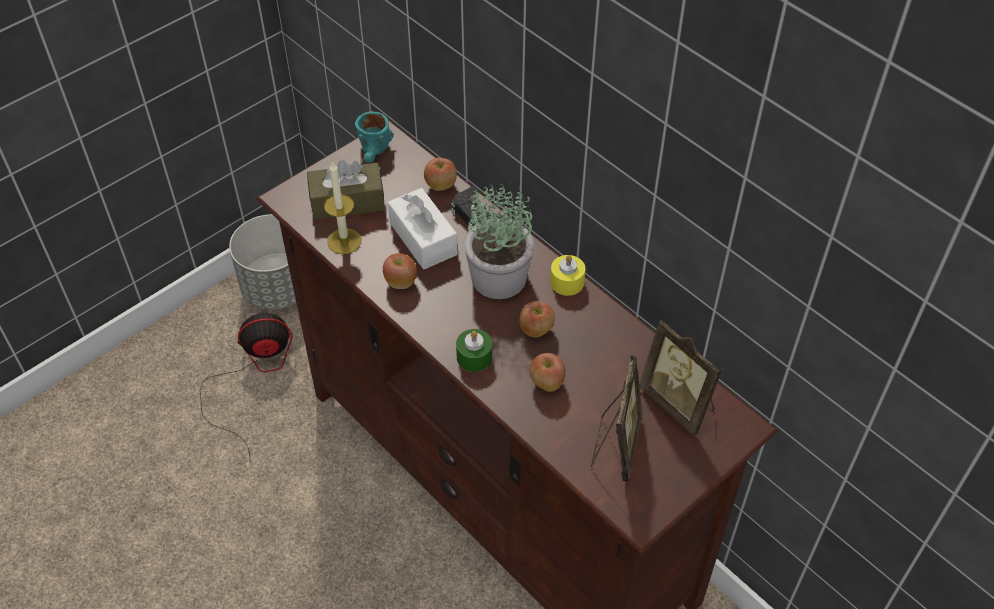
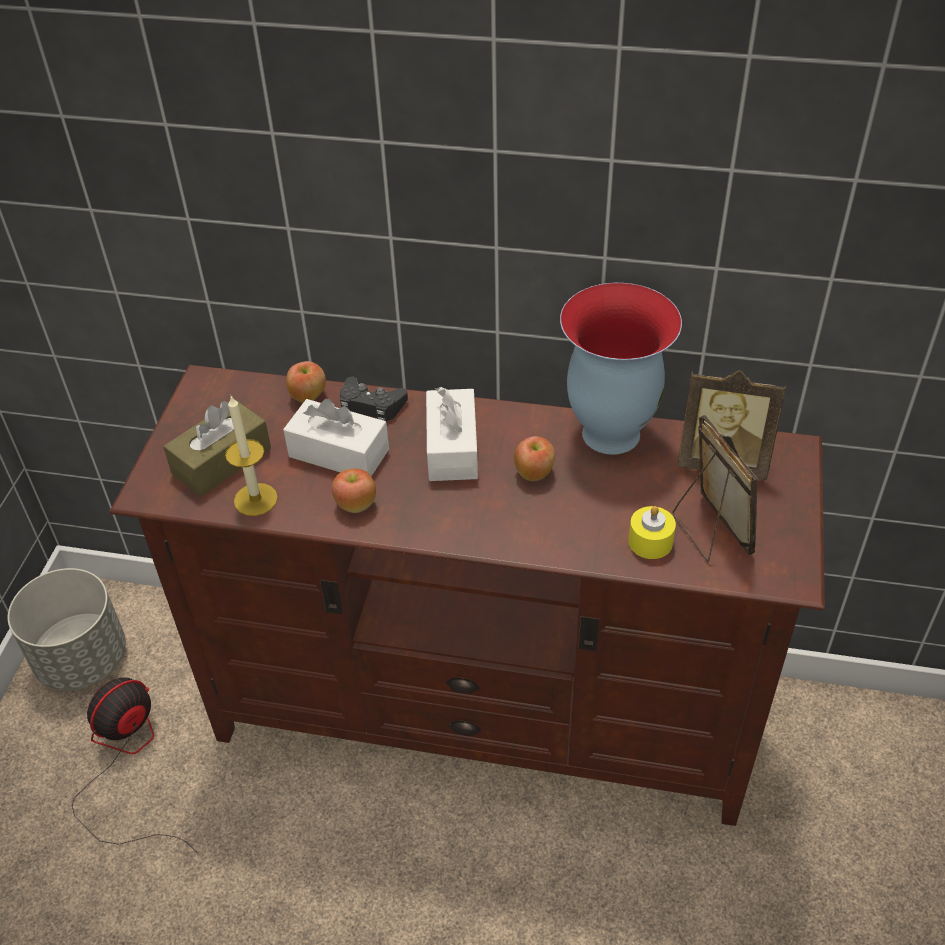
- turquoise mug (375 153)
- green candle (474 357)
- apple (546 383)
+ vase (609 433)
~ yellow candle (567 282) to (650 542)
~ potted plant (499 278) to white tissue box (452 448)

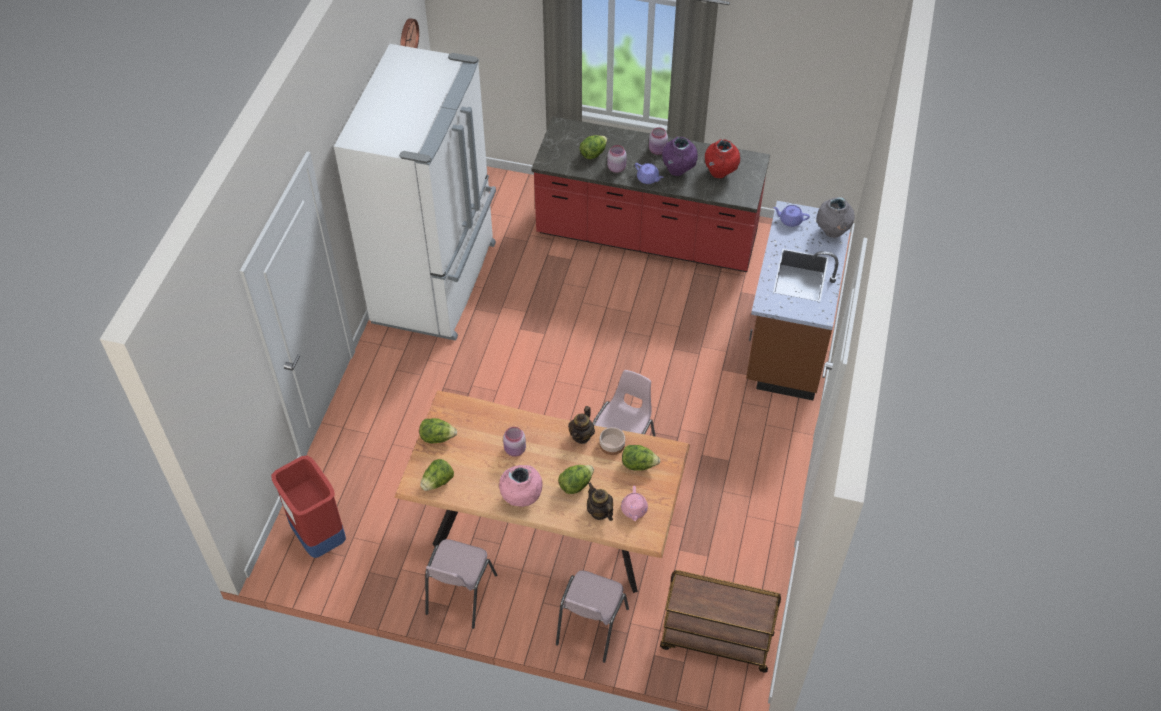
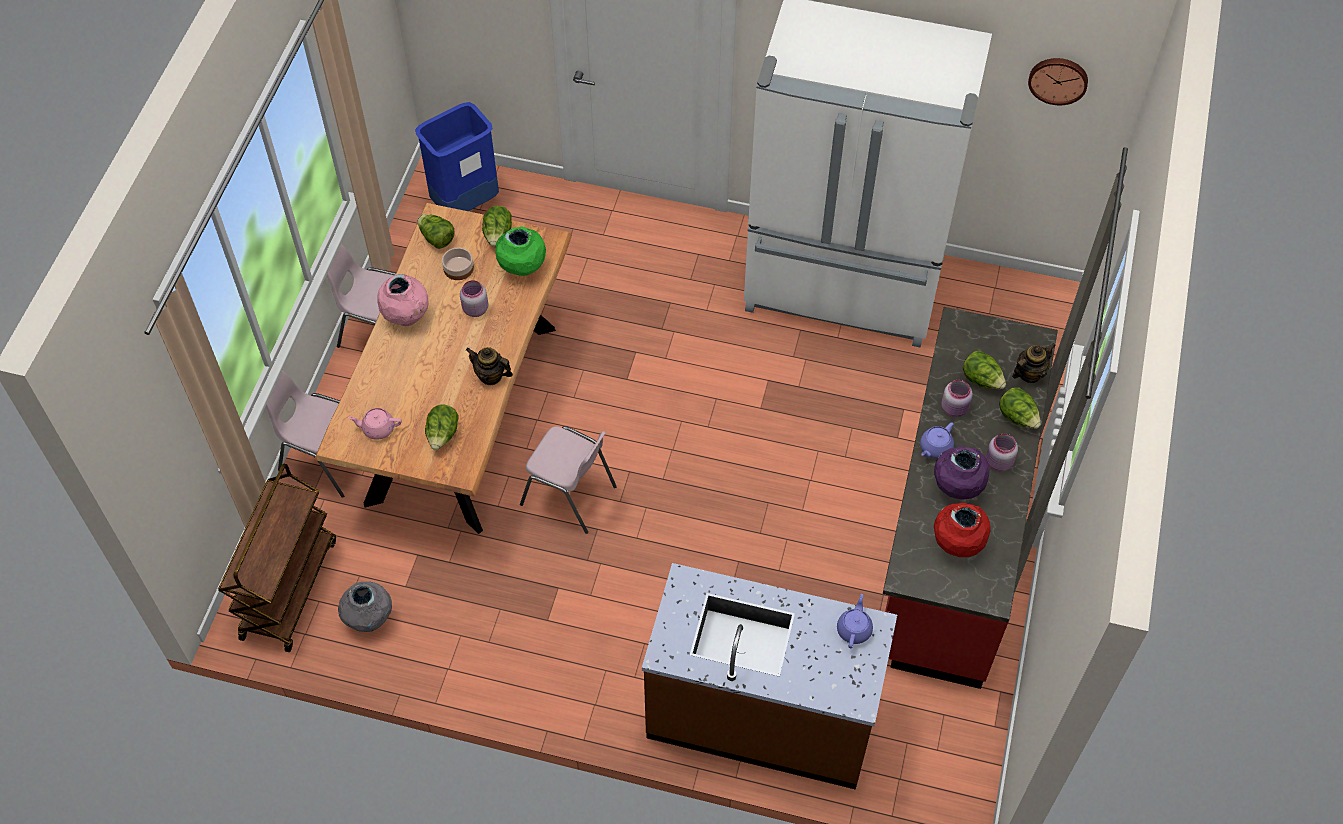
+ green vase (522 268)
~ lettuce (576 484) to (1017 417)
~ teapot (599 512) to (1029 373)
~ bowl (612 444) to (459 268)
~ grey vase (832 232) to (369 620)
~ red trash can (319 537) to blue trash can (465 203)

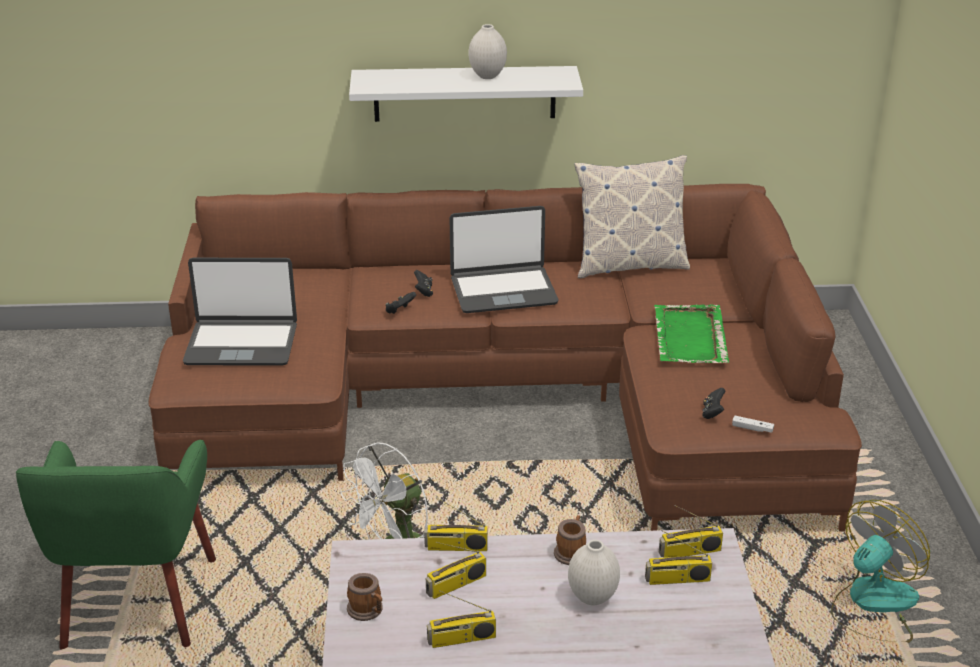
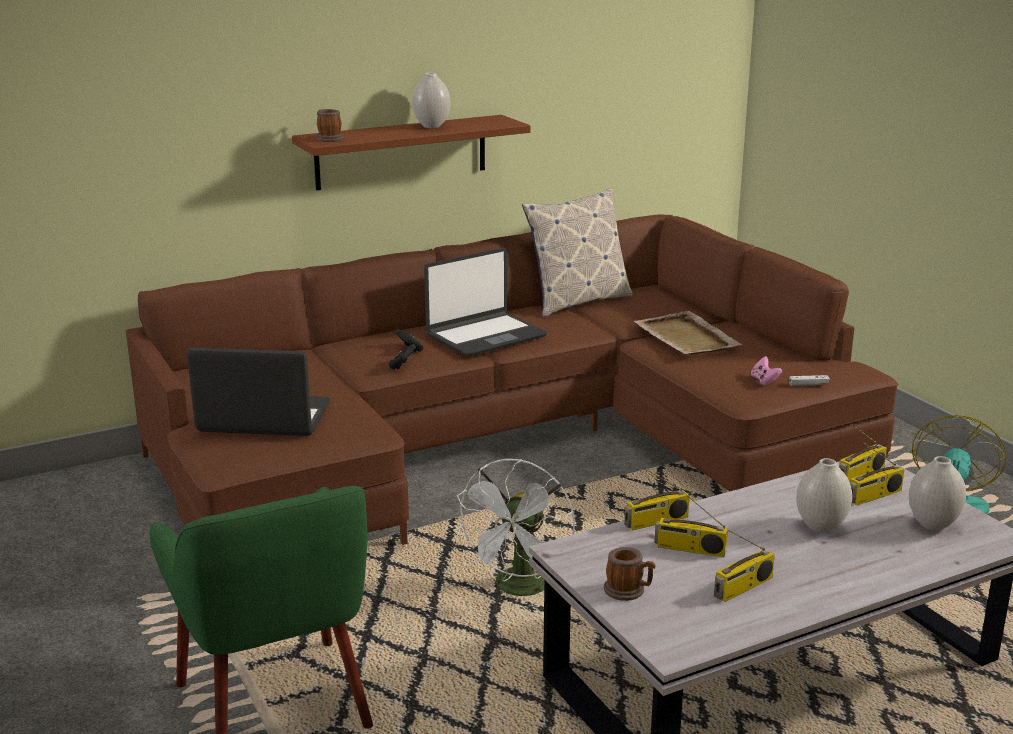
+ white vase (933 525)
~ mug (571 551) to (329 138)
~ white shelf (464 93) to brown shelf (401 152)
~ green tray (690 338) to beige tray (686 338)
~ black game controller (712 412) to pink game controller (764 381)
~ laptop (242 344) = (264 419) 150 degrees counterclockwise
~ radio (456 585) = (689 549) 75 degrees clockwise

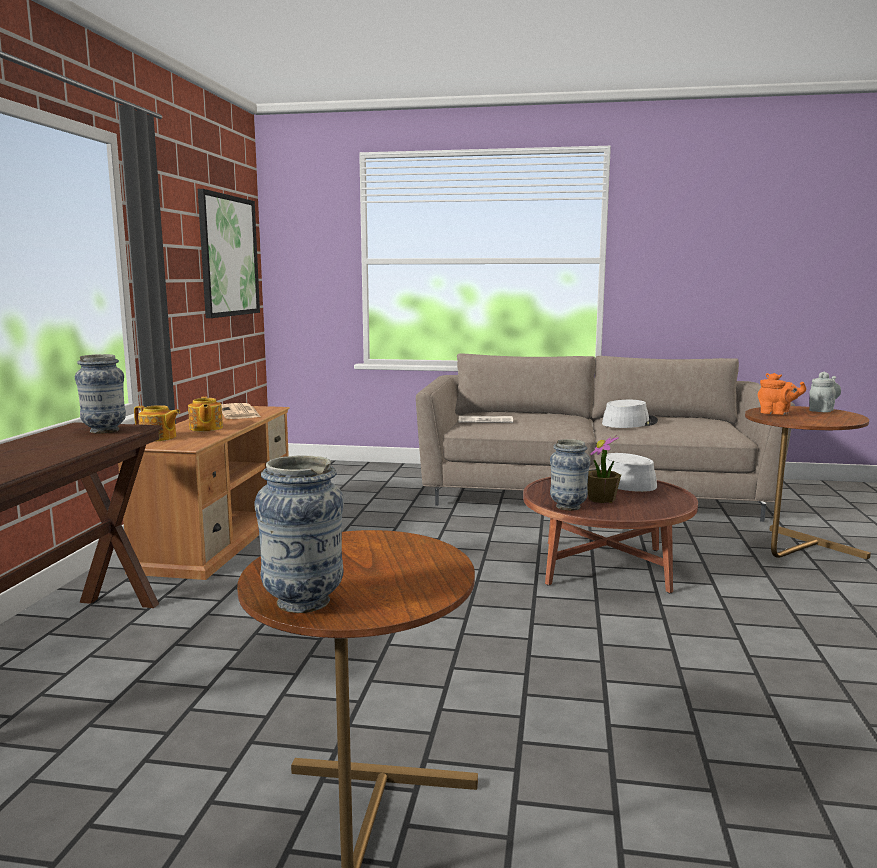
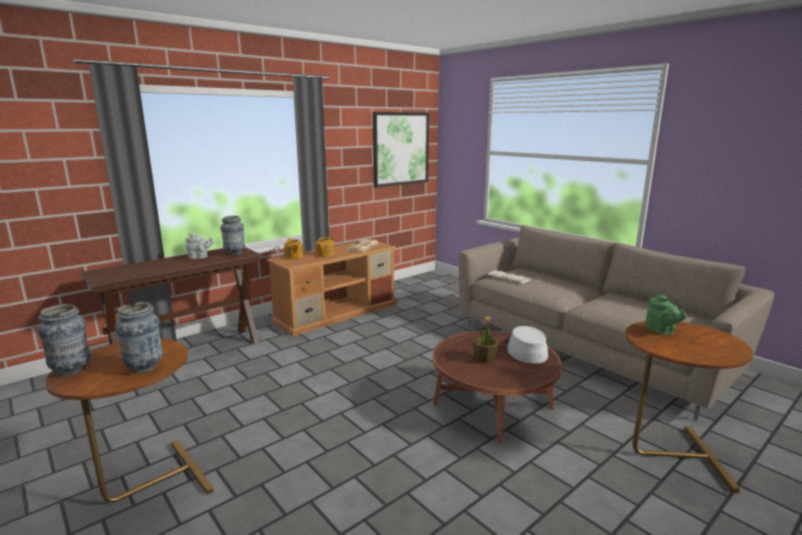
- grey hat (629 423)
~ vase (568 507) to (144 367)
~ grey teapot (822 410) to (200 257)
~ orange teapot (777 413) to green teapot (661 331)

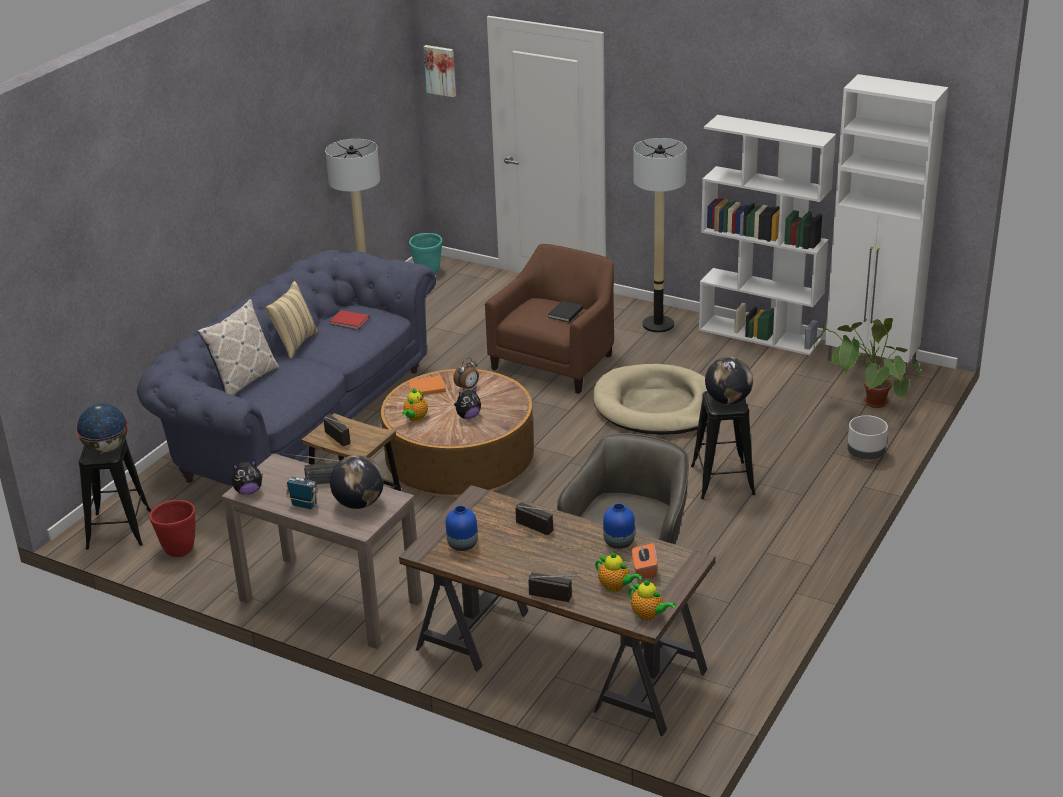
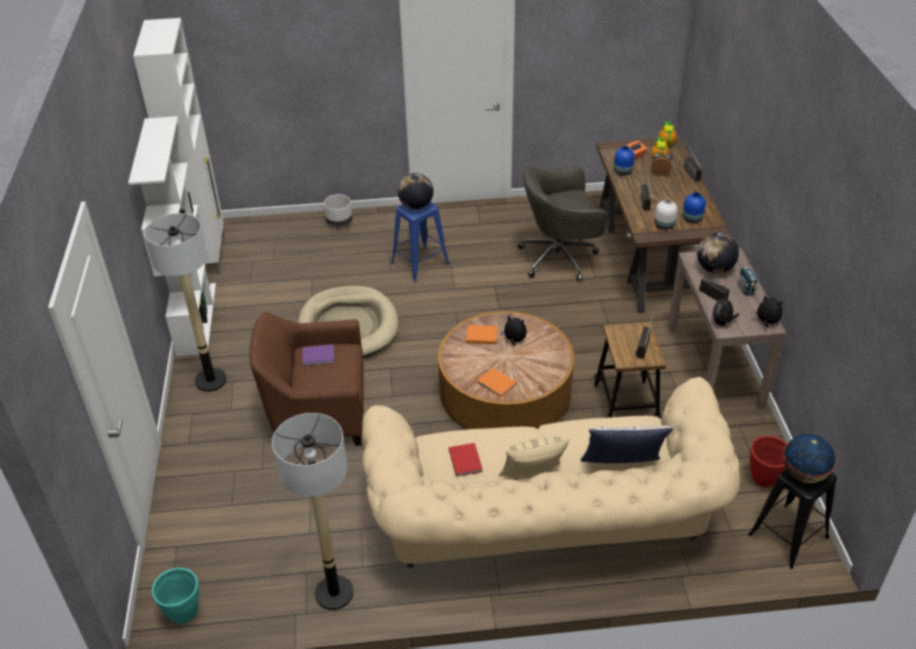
- teapot (415 418)
- picture (441 70)
- potted plant (864 404)
+ orange book (481 335)
+ white vase (663 225)
+ plush toy (722 323)
~ alarm clock (468 388) to (660 173)
~ blue sofa (296 420) to beige sofa (546 528)
~ black book (564 313) to purple book (319 357)
~ black stool (722 480) to blue stool (419 264)

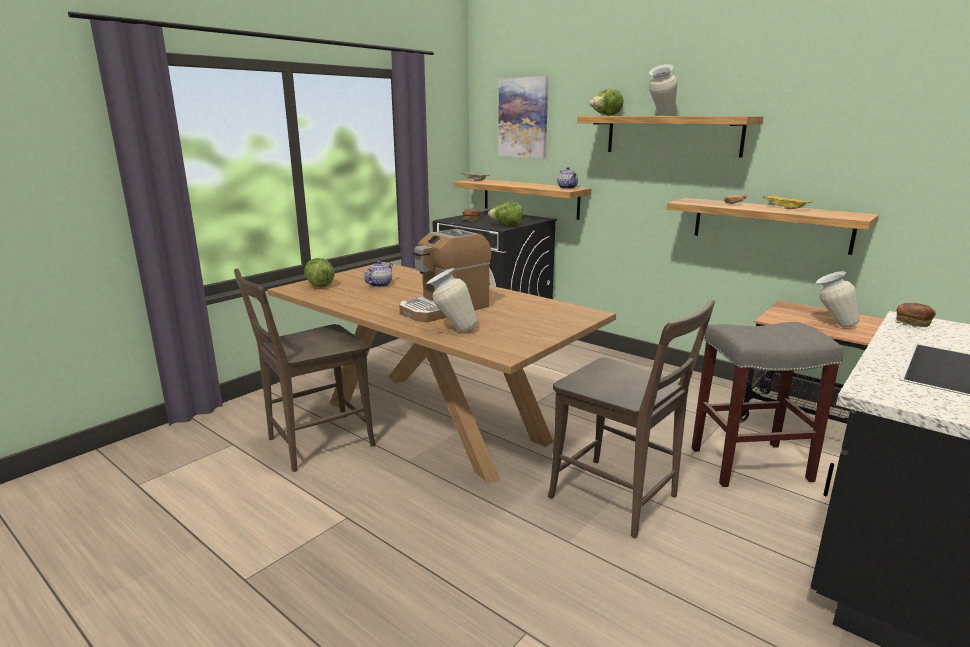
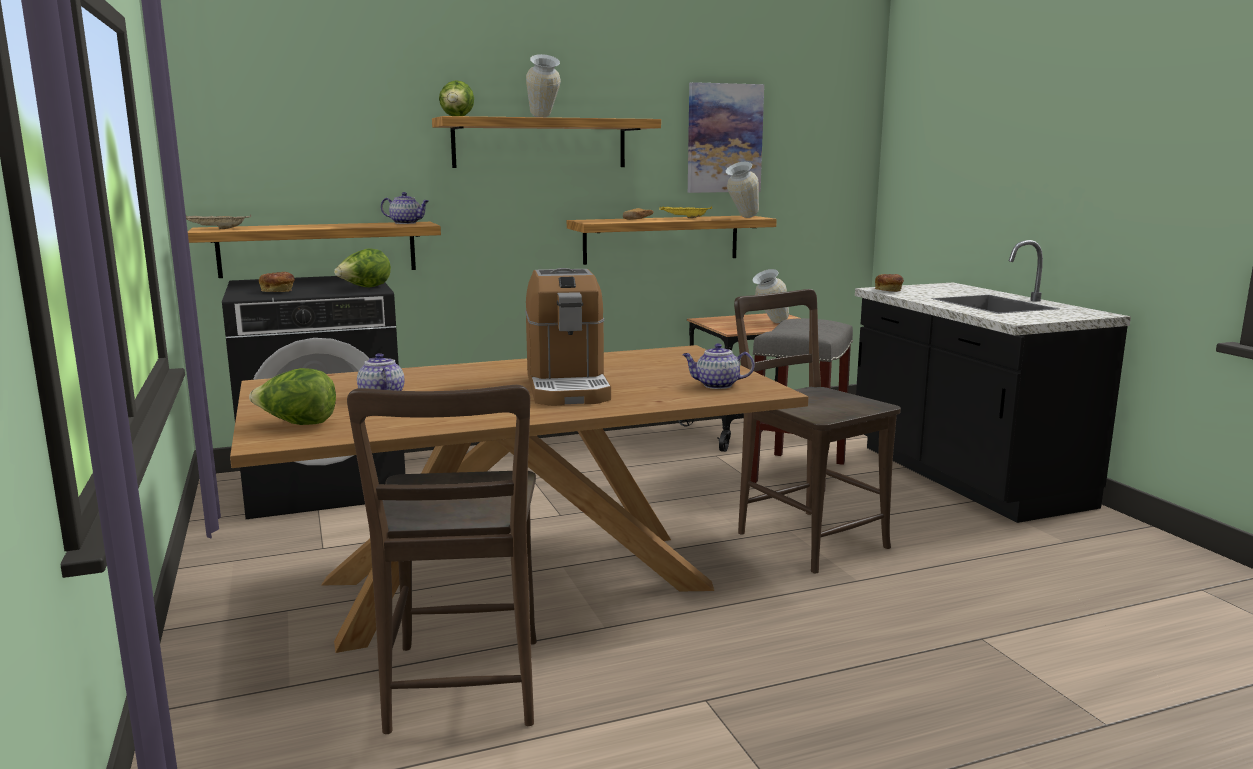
+ teapot (716 385)
~ vase (451 330) to (741 218)
~ picture (523 118) to (724 138)
~ brown chair (619 499) = (806 537) 105 degrees counterclockwise

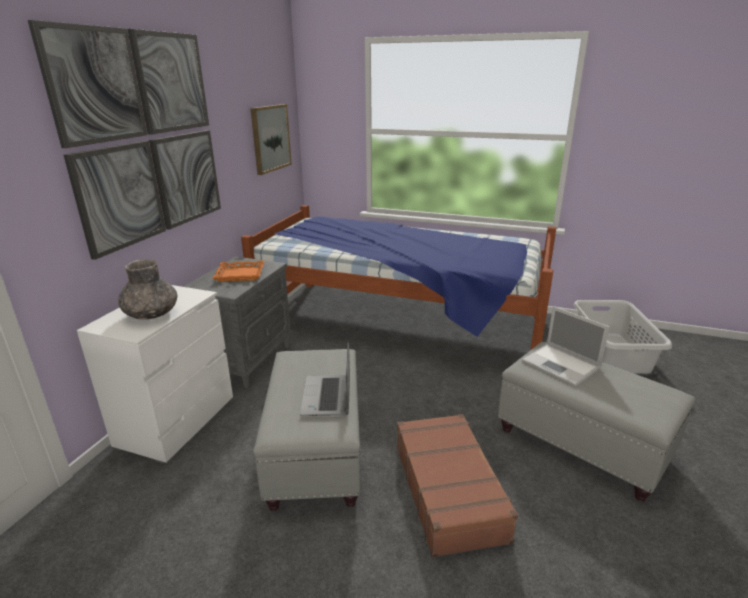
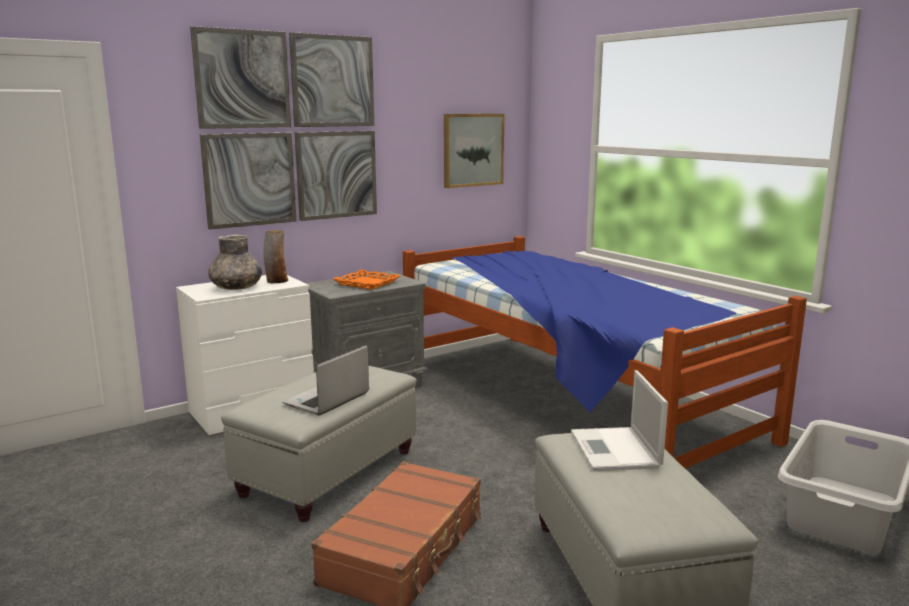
+ vase (276 281)

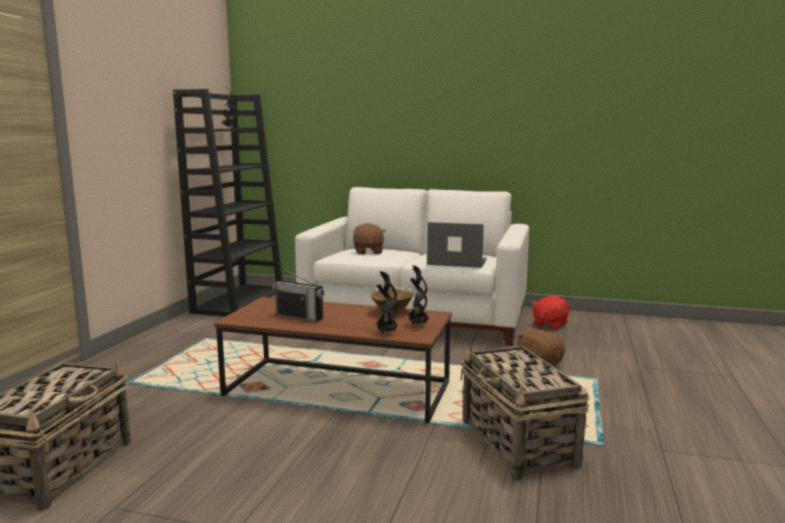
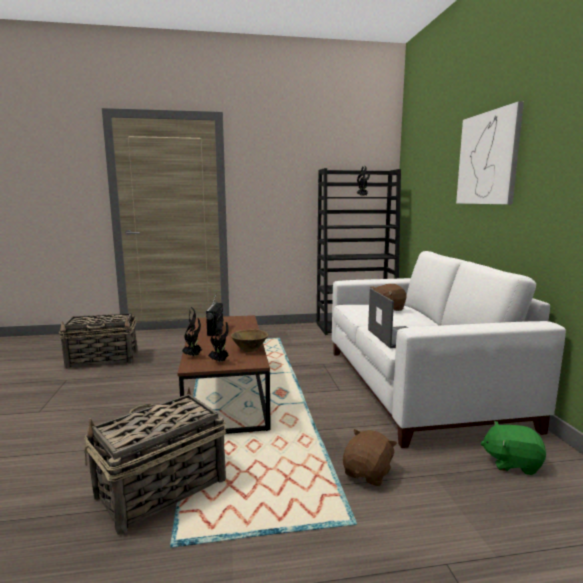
+ picture (488 158)
~ red plush toy (549 325) to green plush toy (511 463)

